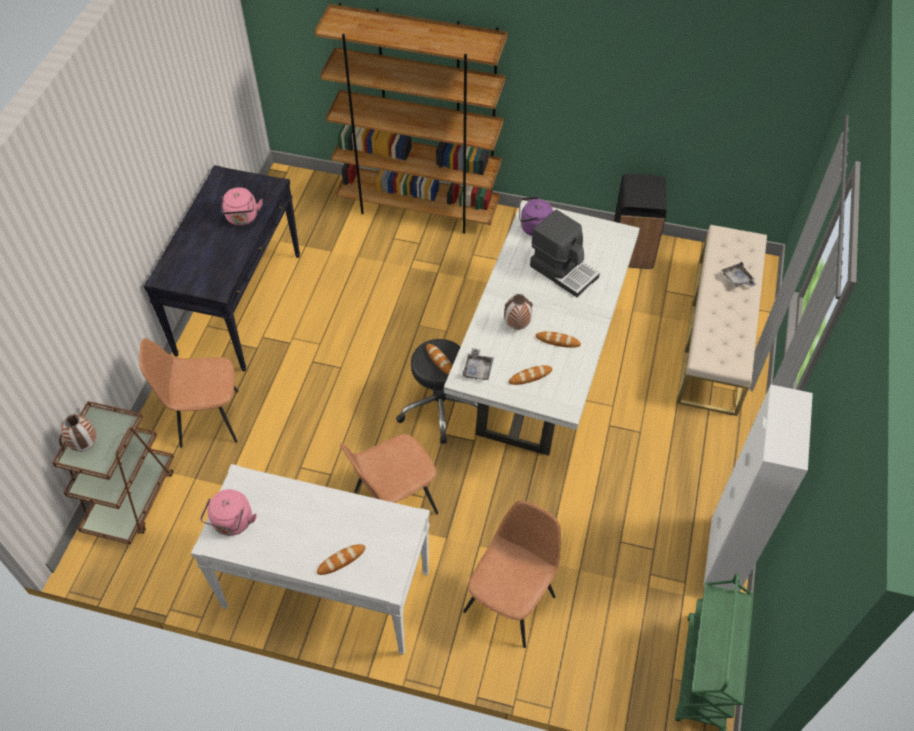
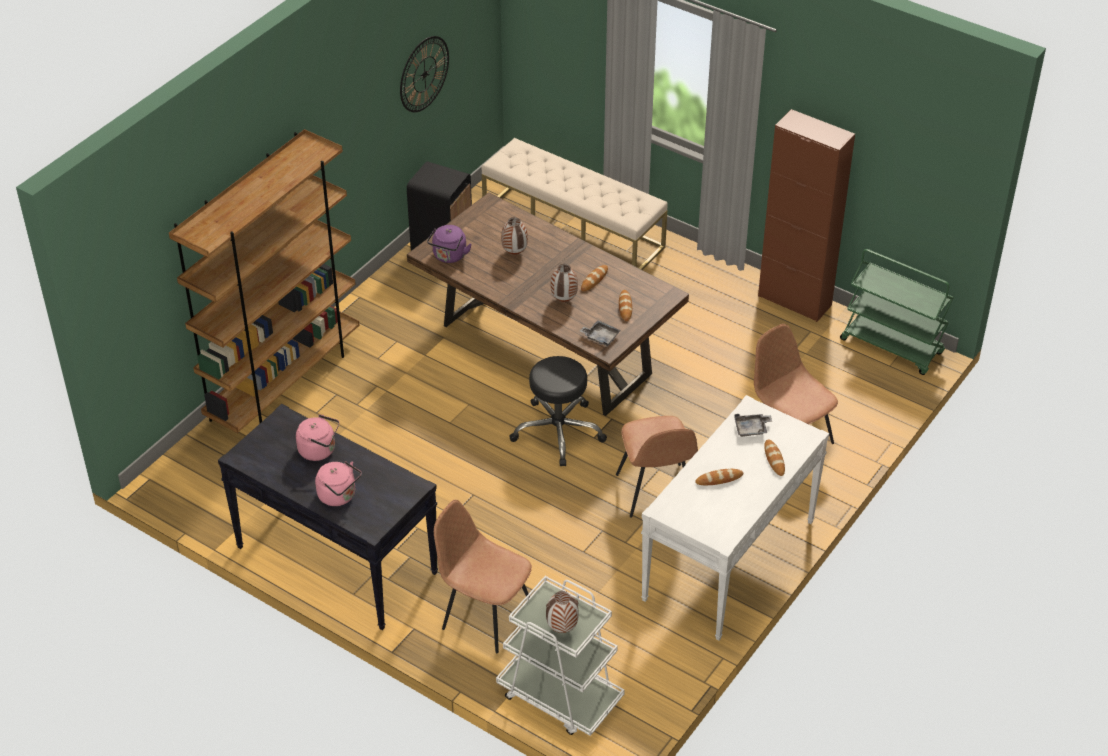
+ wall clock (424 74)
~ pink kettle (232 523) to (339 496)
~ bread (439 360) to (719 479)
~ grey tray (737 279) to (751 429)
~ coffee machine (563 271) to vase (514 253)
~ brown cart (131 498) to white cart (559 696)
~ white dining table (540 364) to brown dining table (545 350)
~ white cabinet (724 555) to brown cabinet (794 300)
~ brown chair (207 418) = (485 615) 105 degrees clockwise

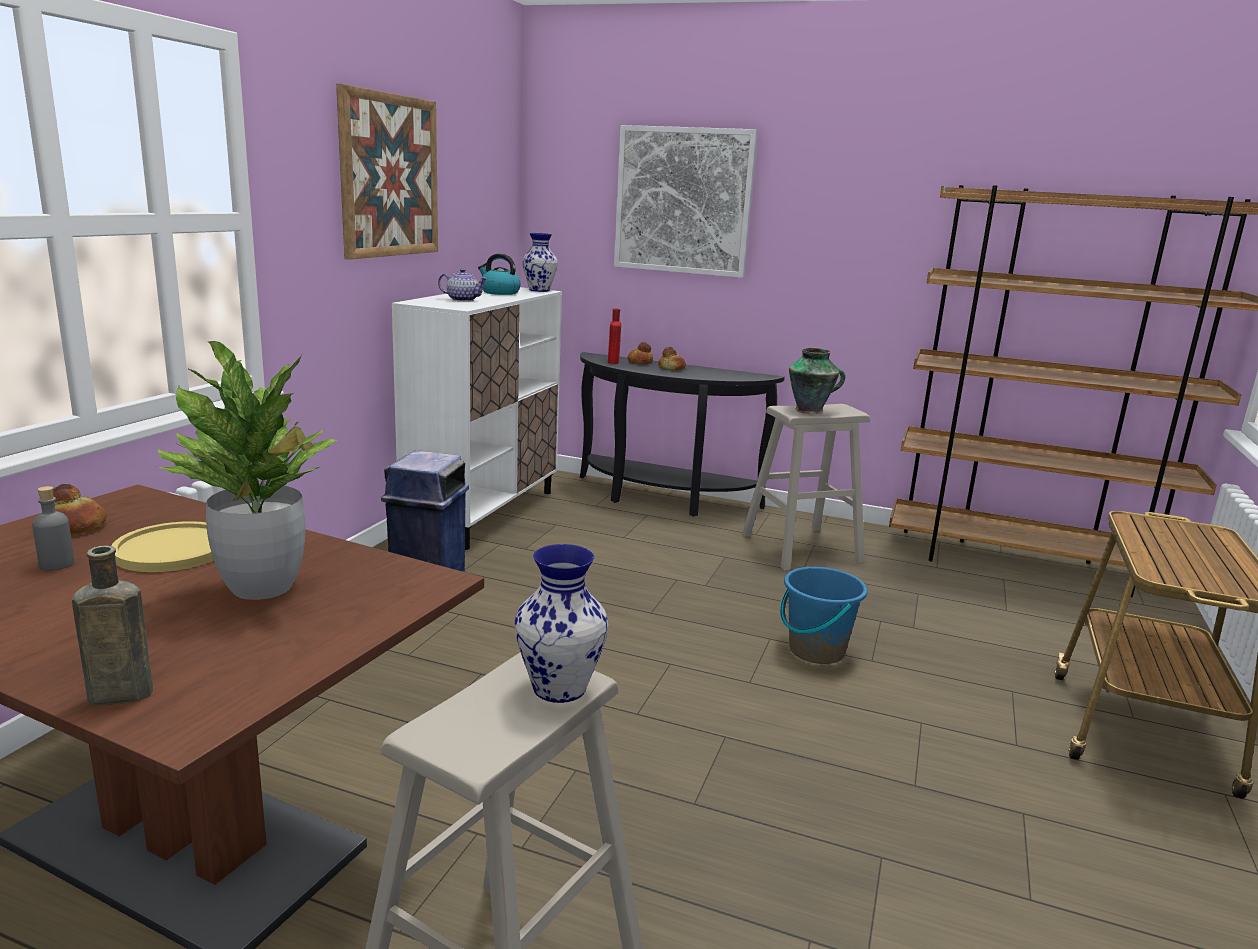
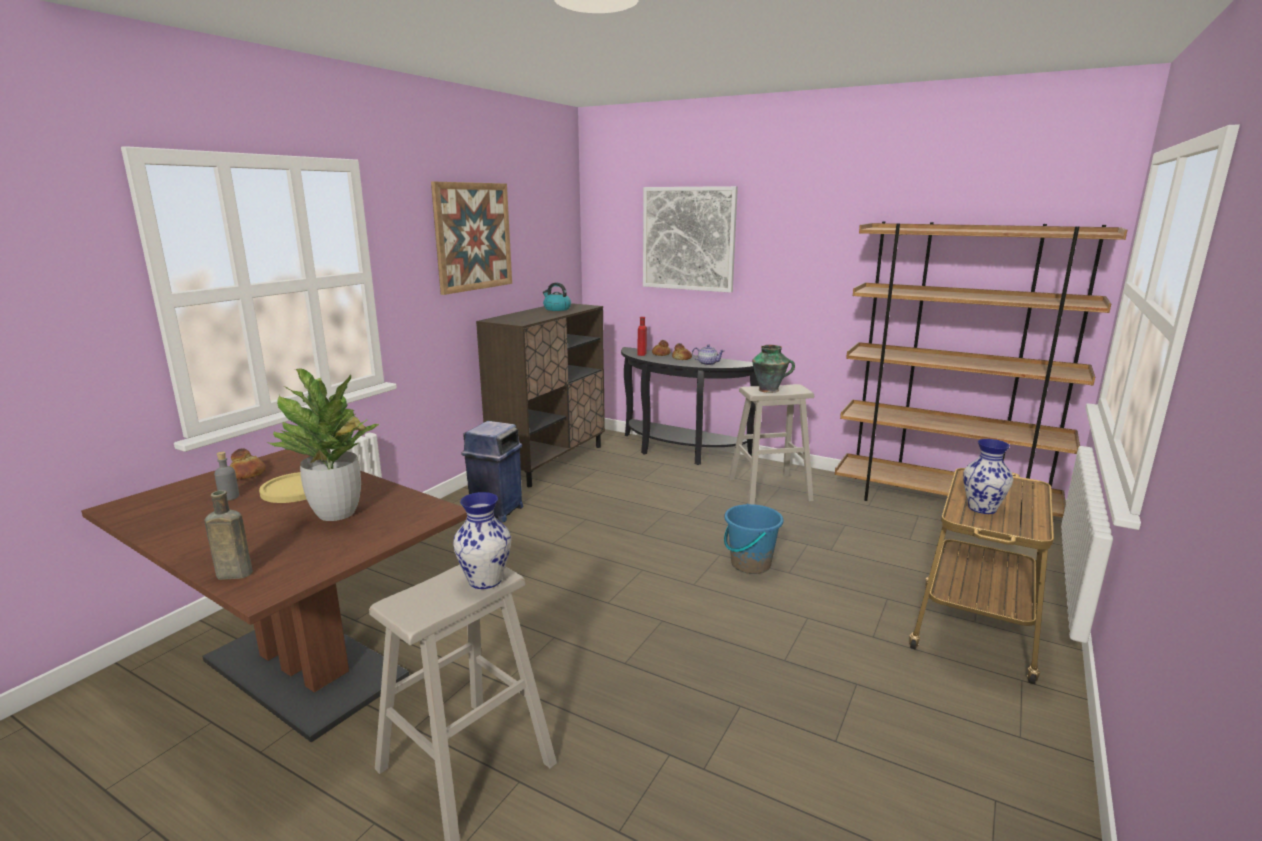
~ teapot (462 300) to (707 363)
~ vase (539 290) to (982 509)
~ white cabinet (484 513) to brown cabinet (550 461)

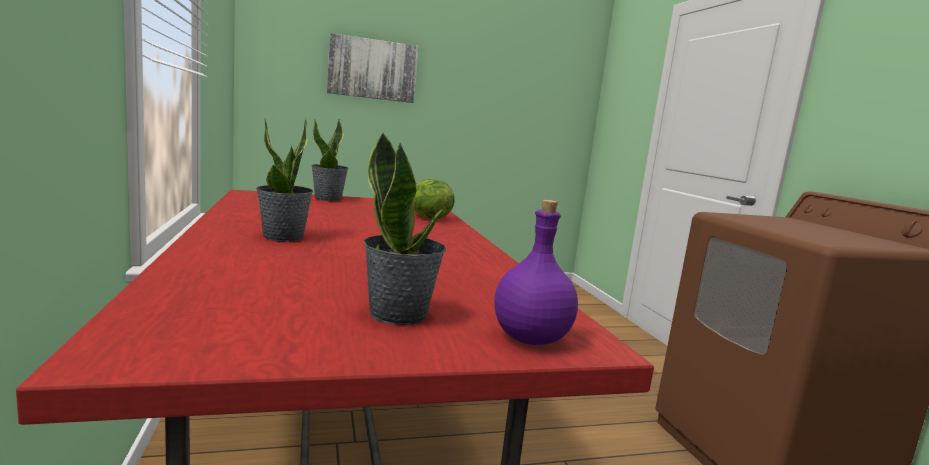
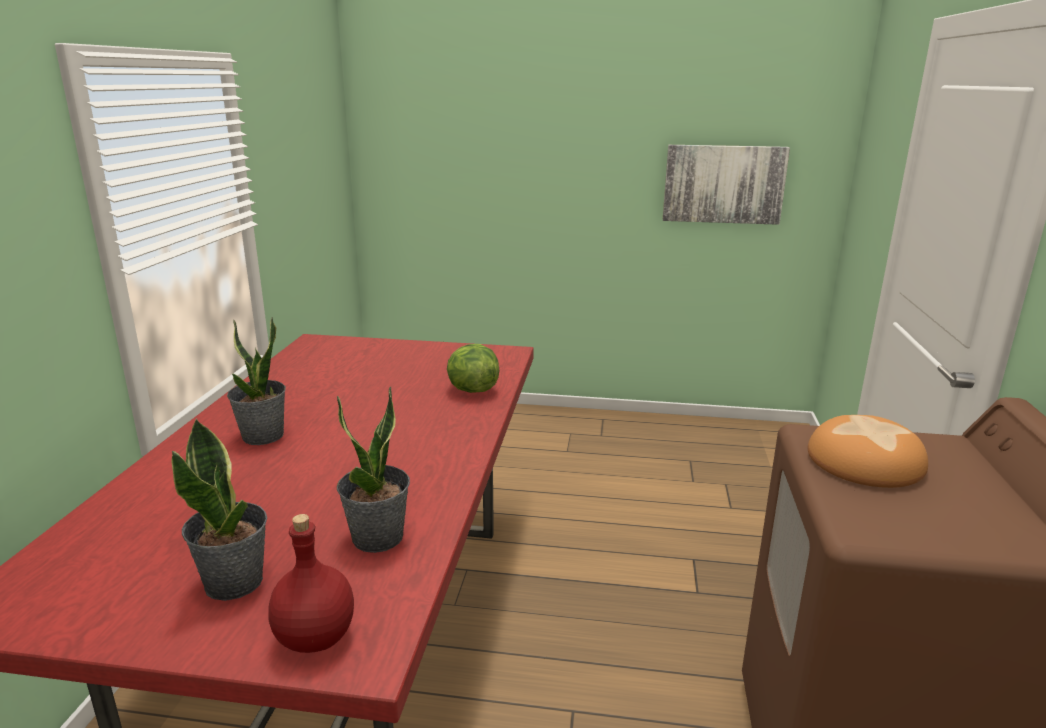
+ bread (864 460)
~ potted plant (328 199) to (378 538)
~ picture (372 69) to (723 184)
~ purple bottle (531 339) to red bottle (314 639)

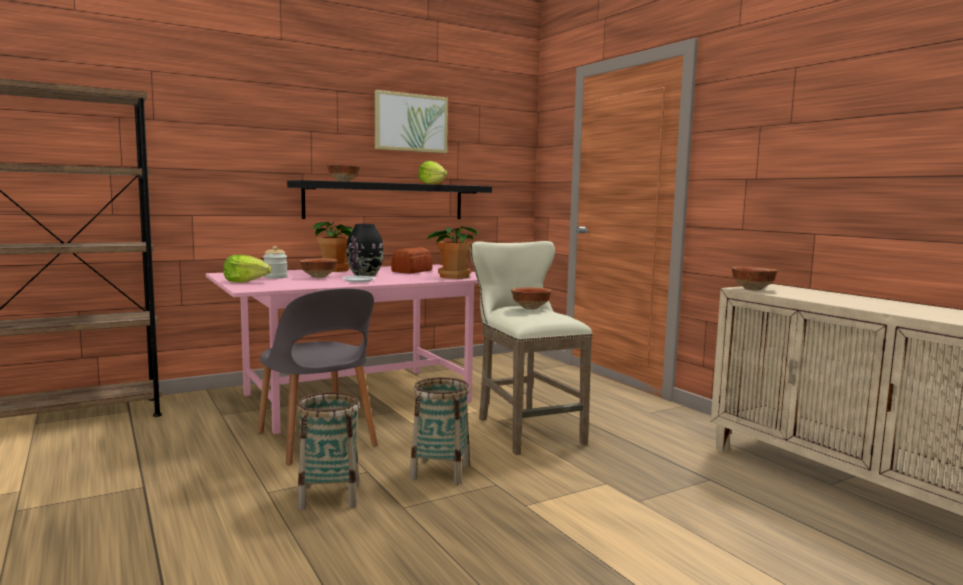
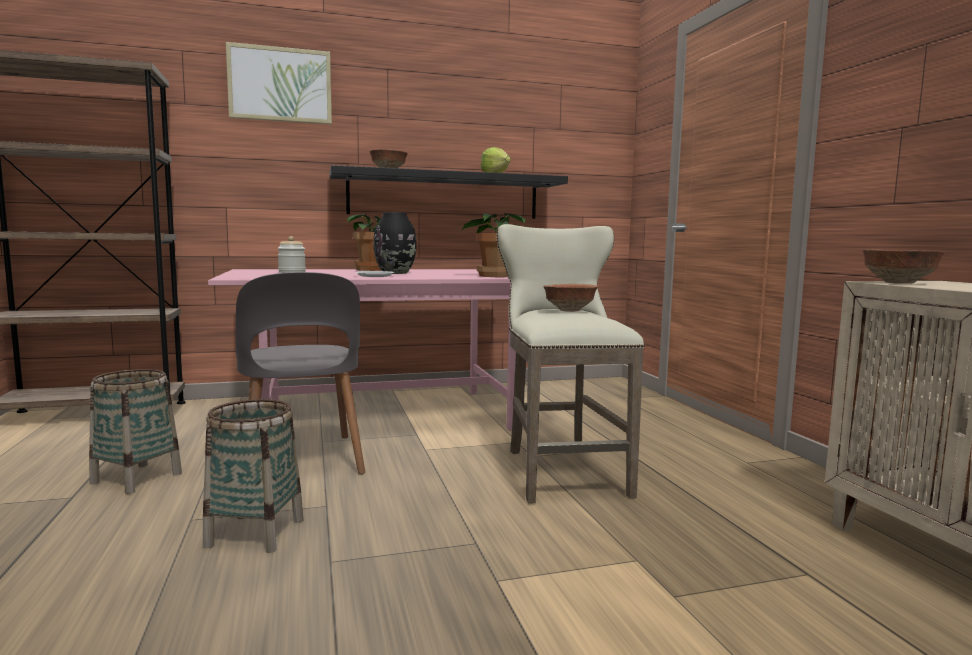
- lettuce (245 281)
- bowl (318 277)
- bread (413 271)
~ picture (411 122) to (280 85)
~ basket (440 471) to (137 478)

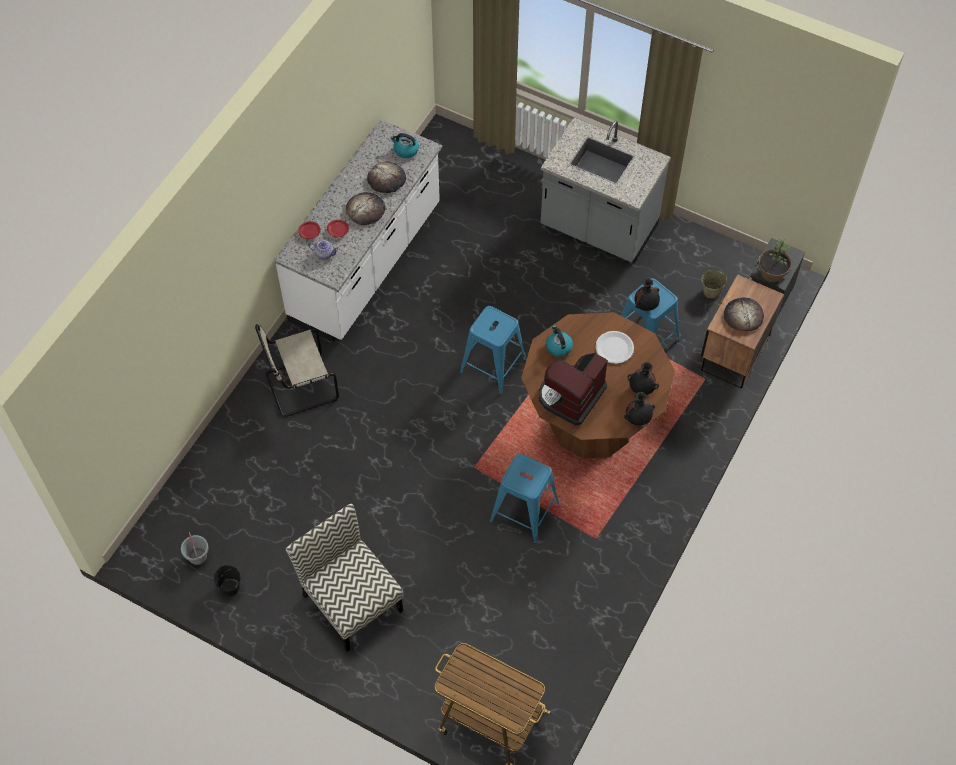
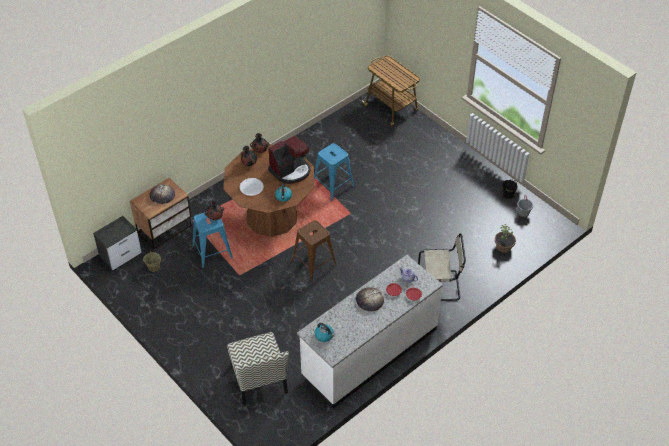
- bread (387 179)
- grey counter (598 228)
~ chair (351 601) to (259 380)
~ potted plant (771 273) to (504 247)
~ blue stool (493 366) to brown stool (314 263)

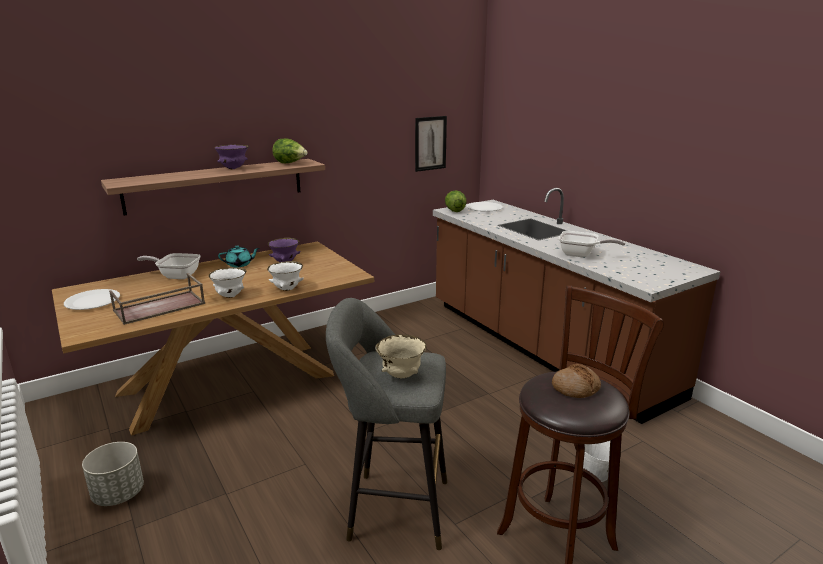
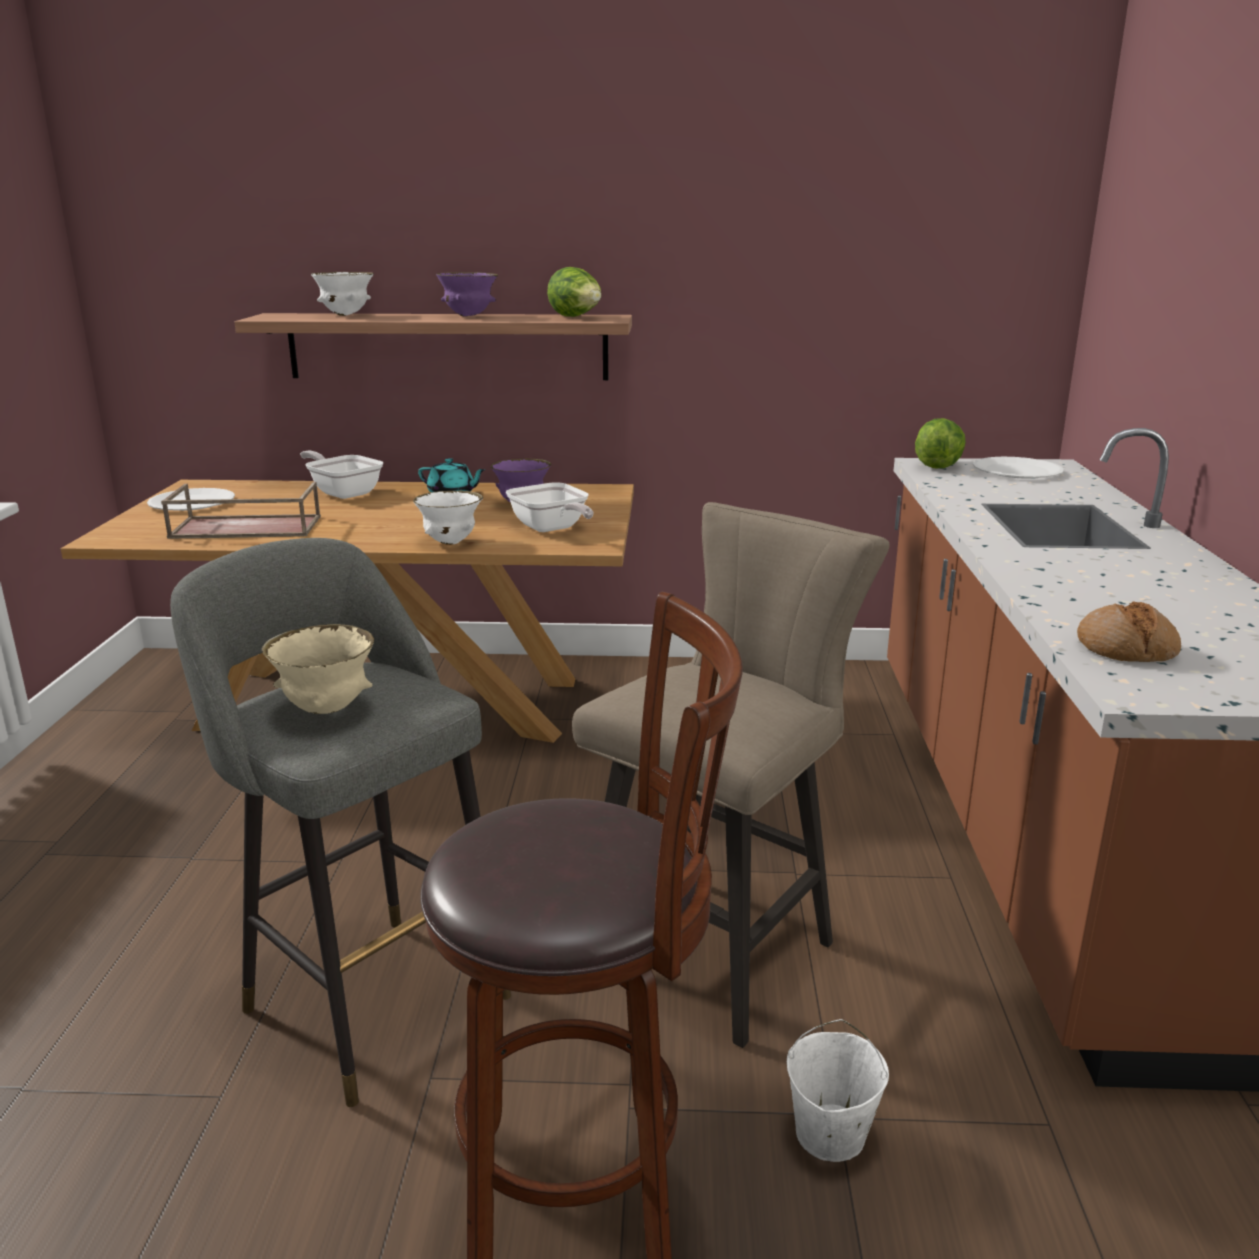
- grey planter (118 494)
- picture (430 143)
+ beige stool (719 943)
~ white bowl (230 296) to (345 315)
~ bread (575 388) to (1126 649)
~ frying pan (581 255) to (551 529)

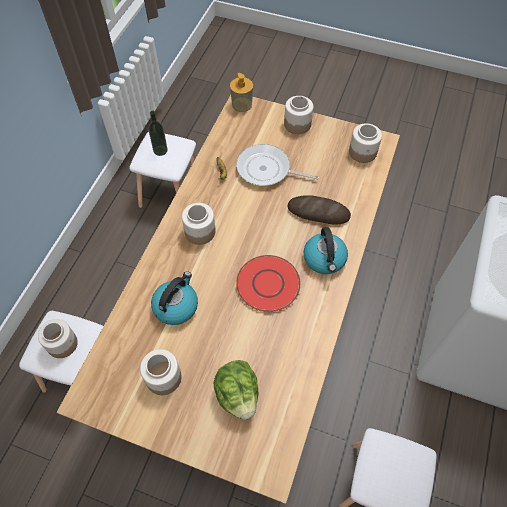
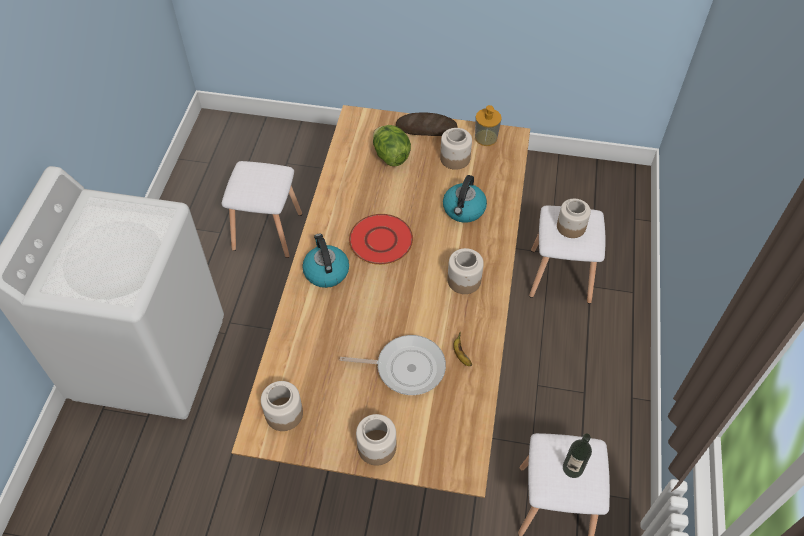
~ soap dispenser (242 104) to (486 138)
~ bread (318 212) to (426 128)

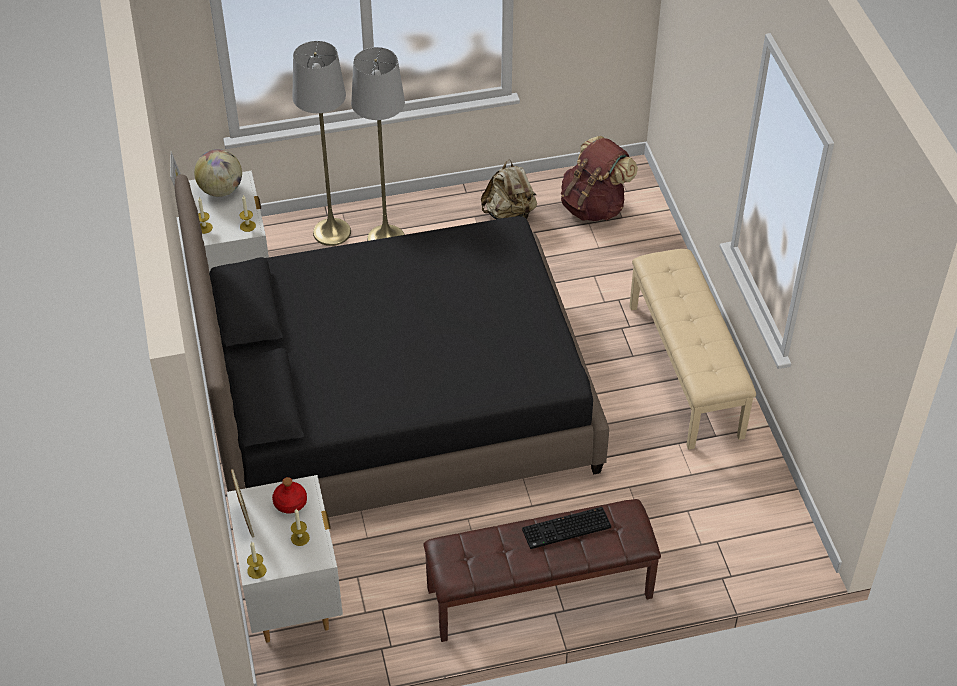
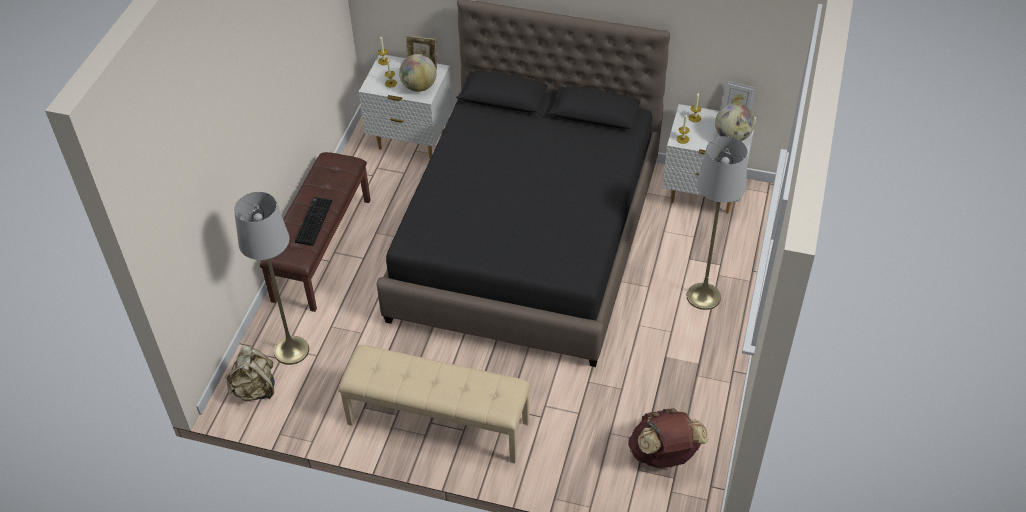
~ grey floor lamp (332 232) to (291 350)
~ beige backpack (509 213) to (255 389)
~ red bottle (290 503) to globe (419 87)

